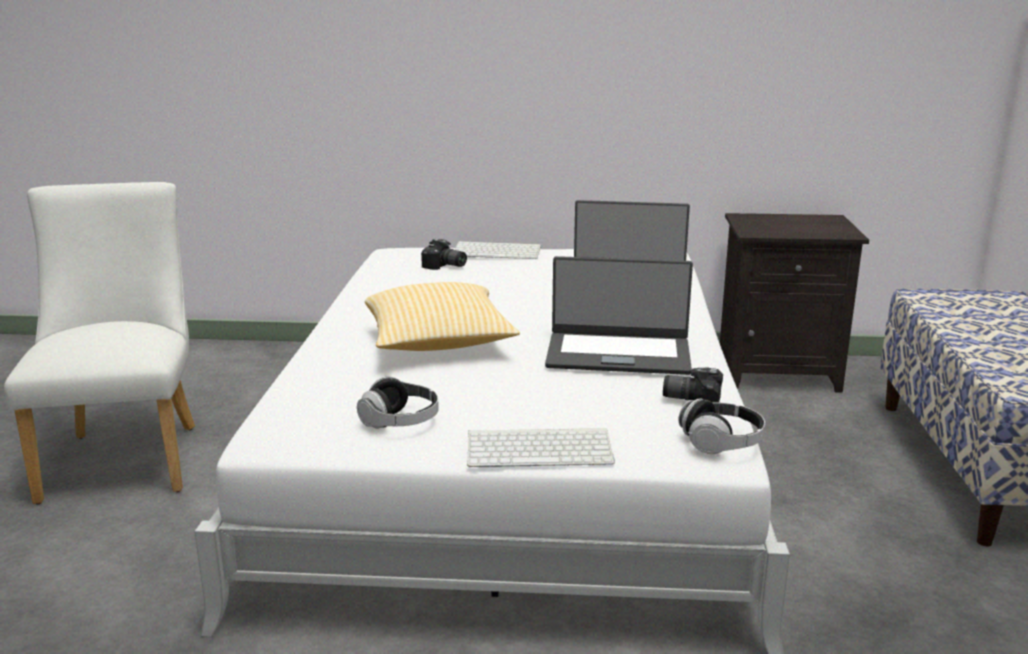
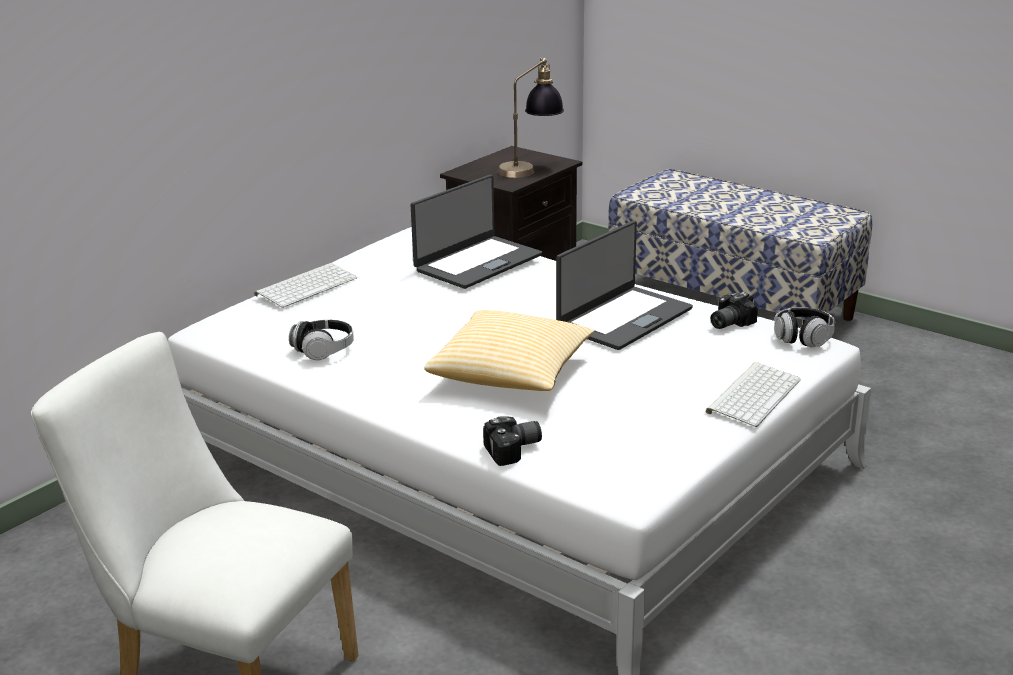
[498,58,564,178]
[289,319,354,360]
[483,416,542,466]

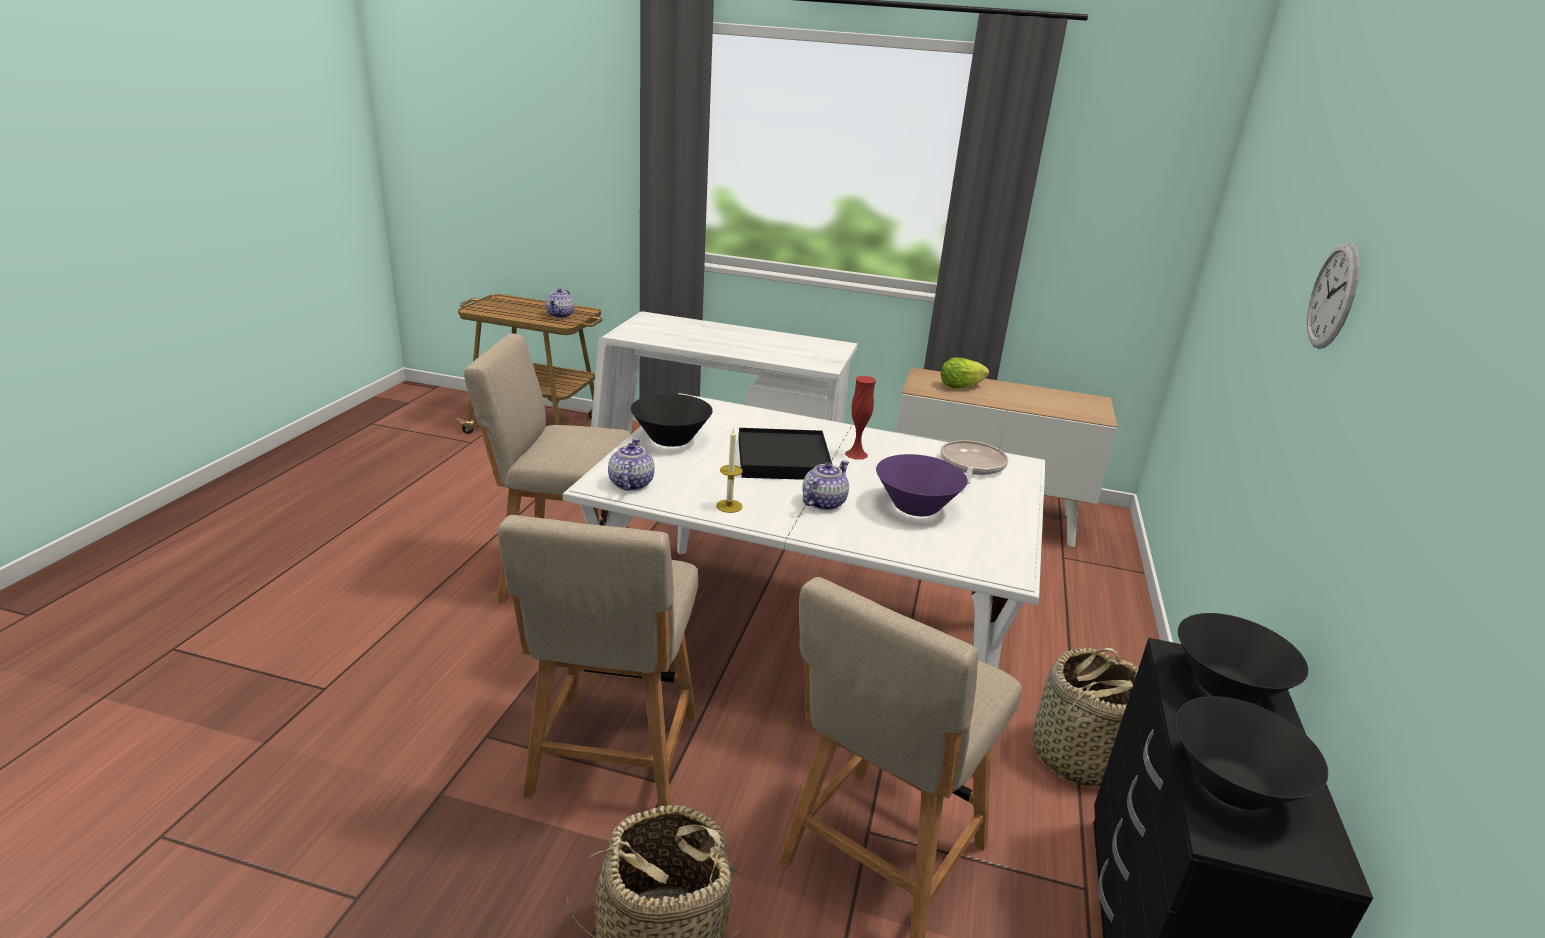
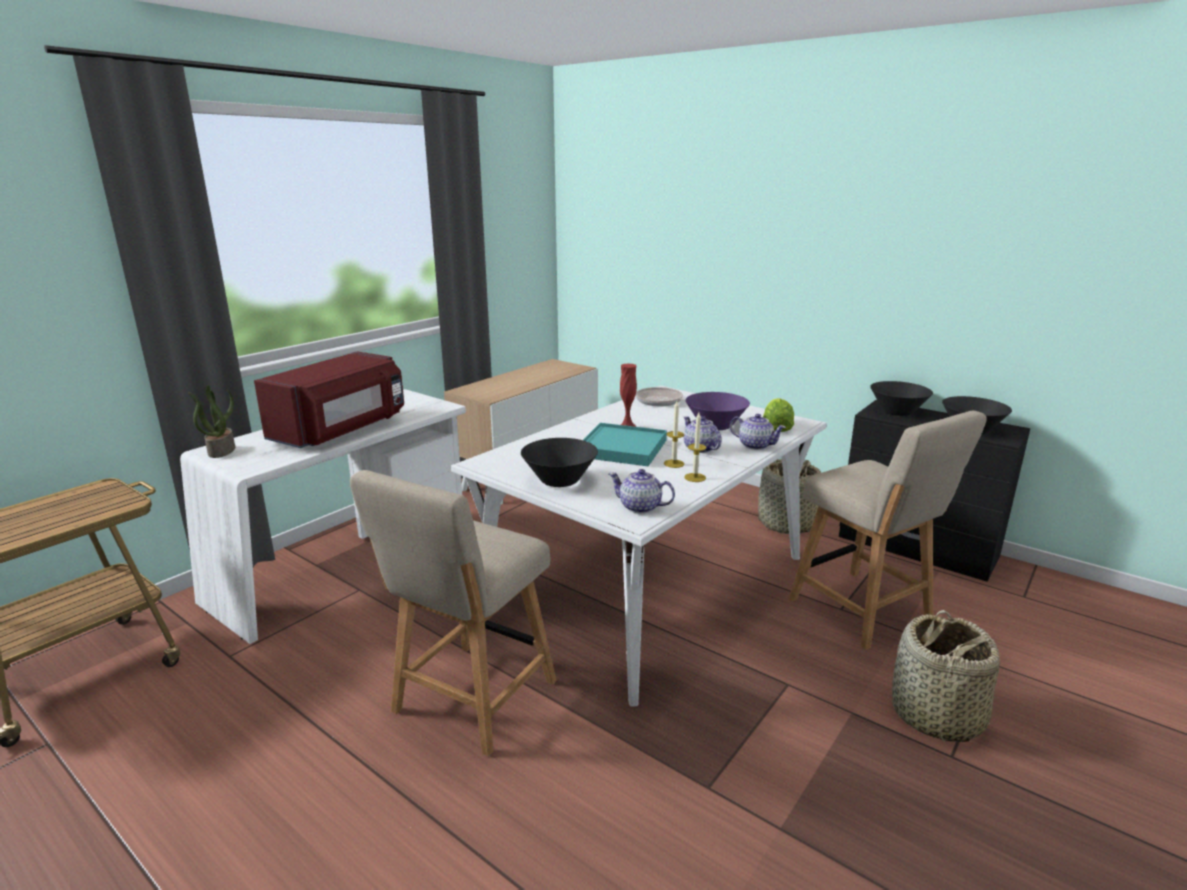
[498,515,698,807] (first image)
[1307,242,1360,349] (first image)
[188,385,235,458]
[254,351,404,448]
[664,401,684,468]
[730,414,786,450]
[763,398,794,432]
[583,423,667,466]

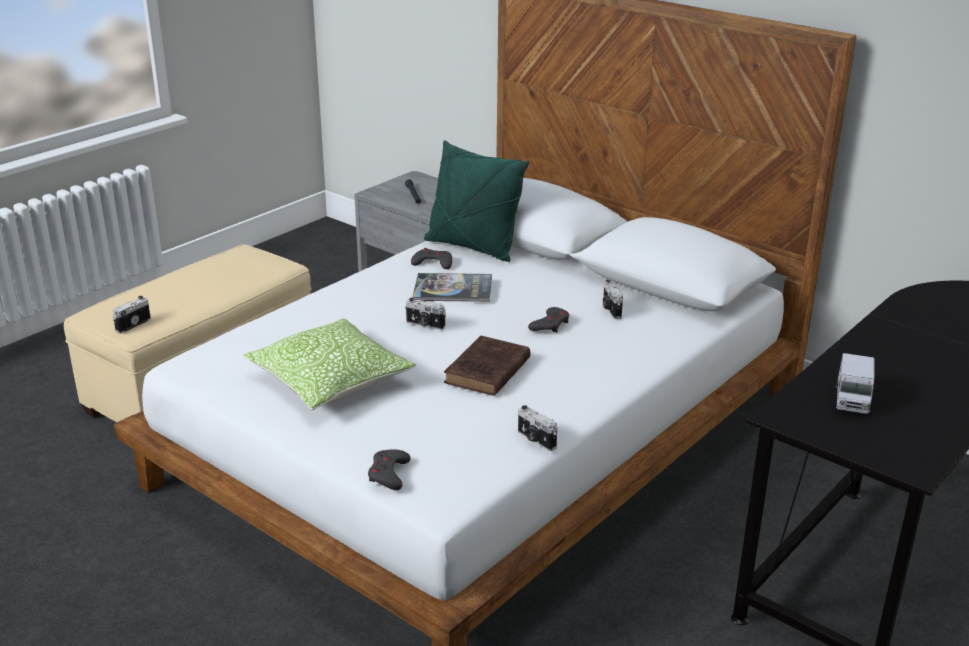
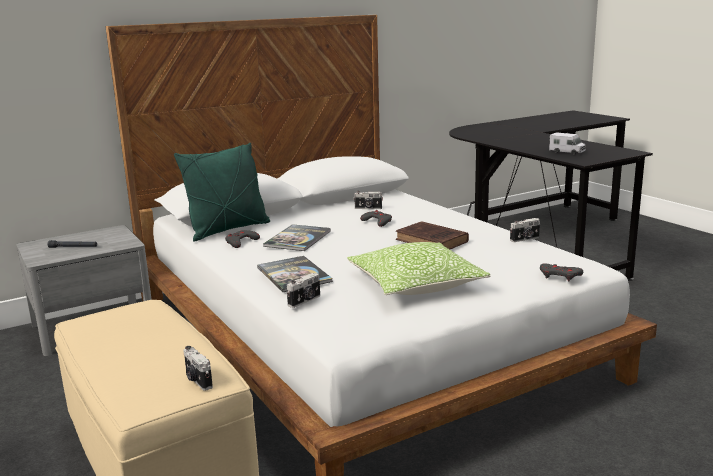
[257,256,333,292]
[287,273,320,308]

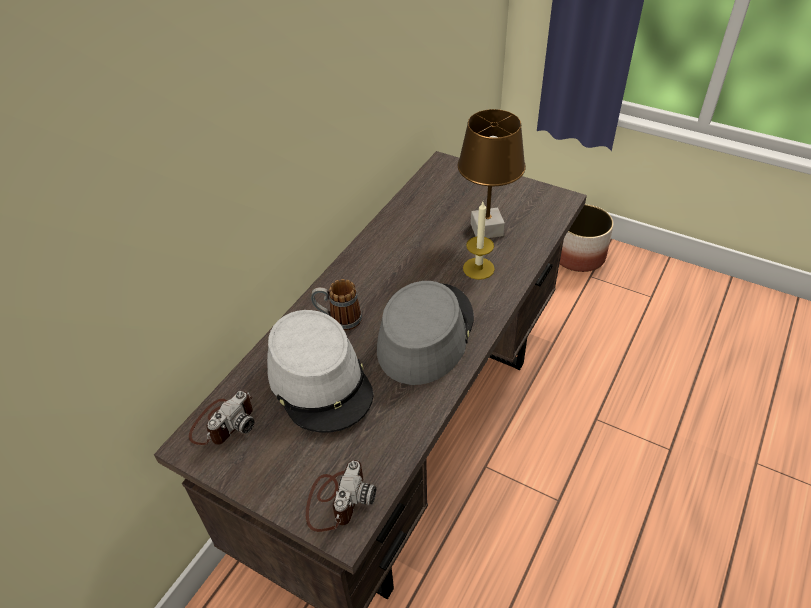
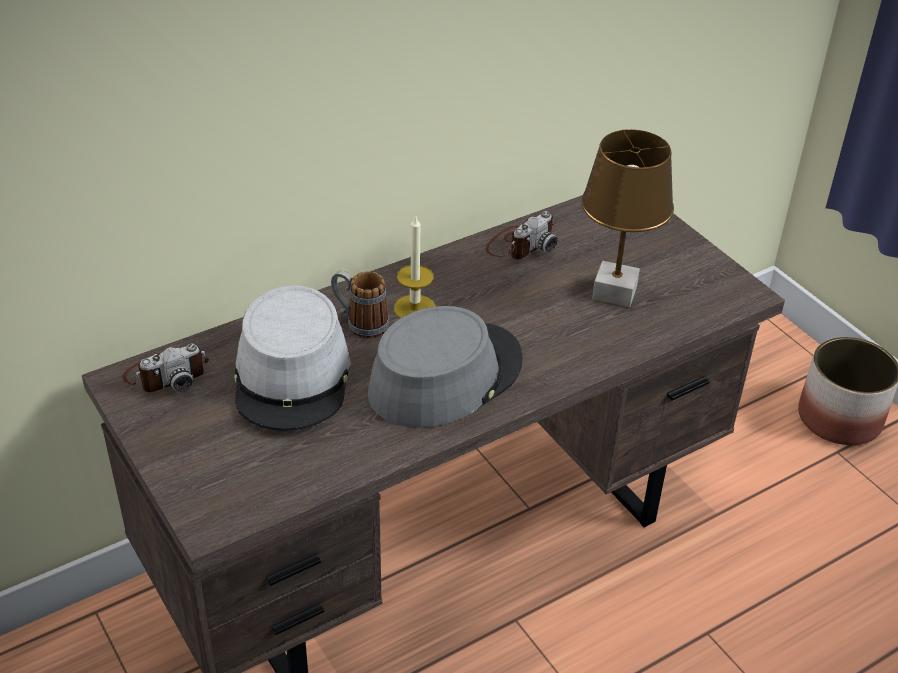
[486,211,557,259]
[394,216,436,318]

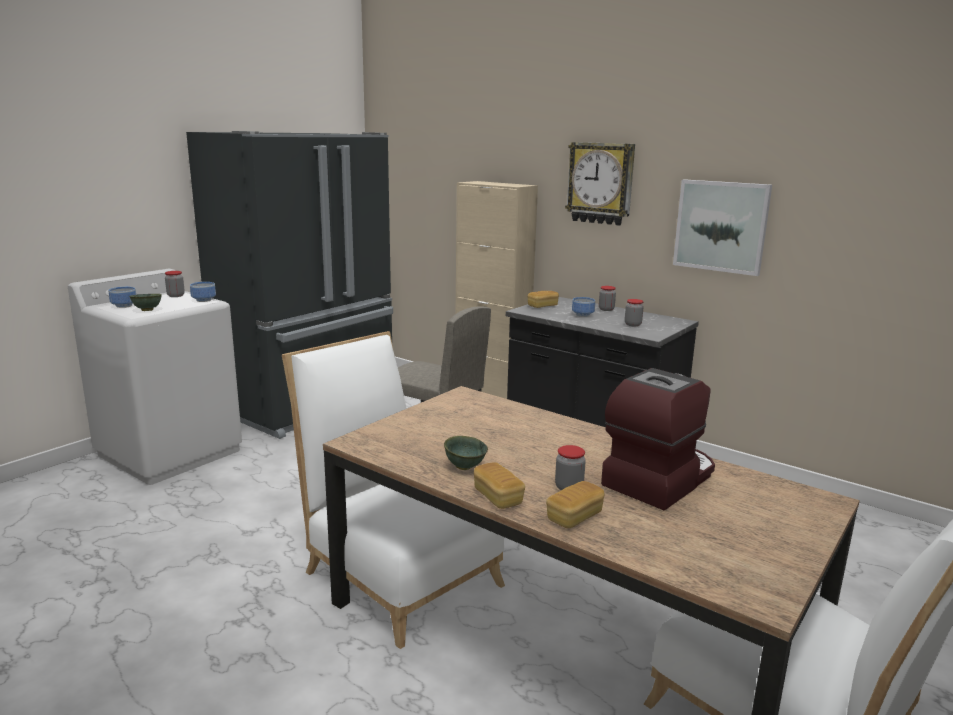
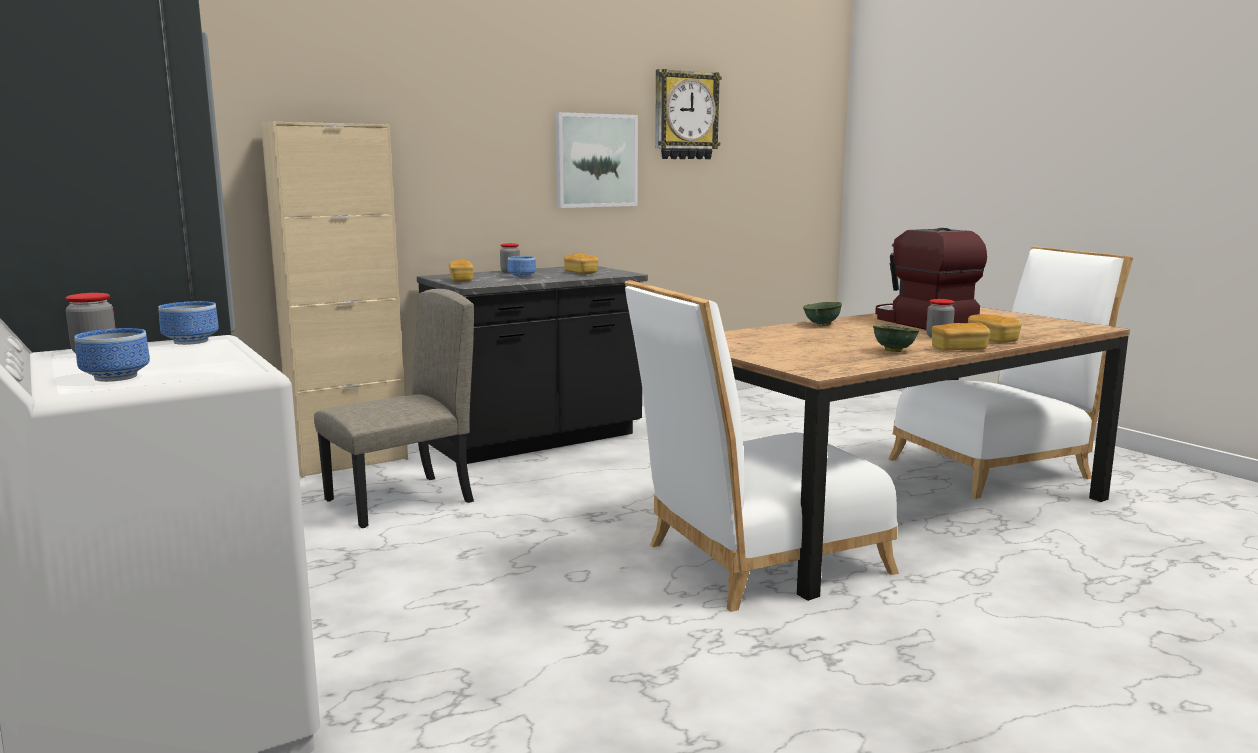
[803,302,842,326]
[655,69,722,159]
[564,254,598,274]

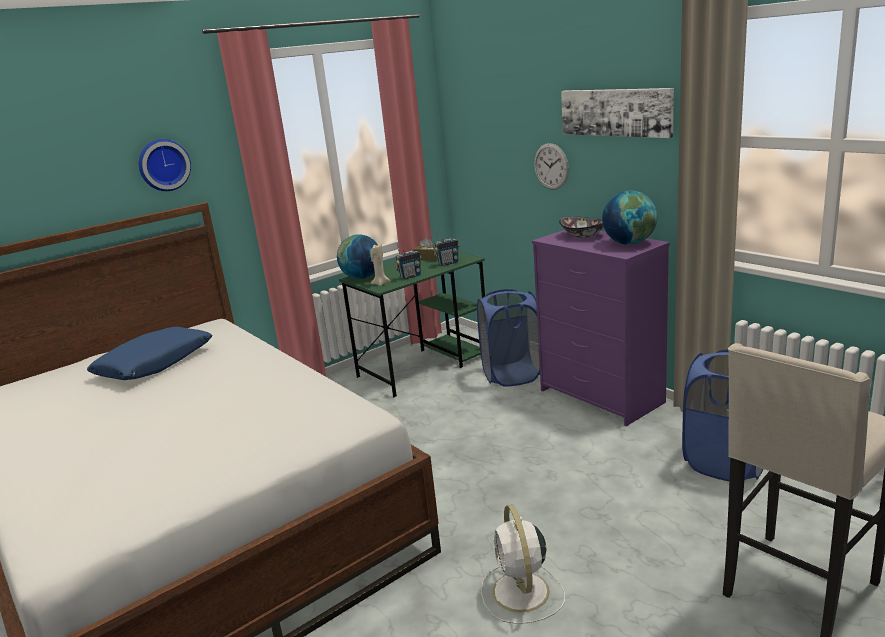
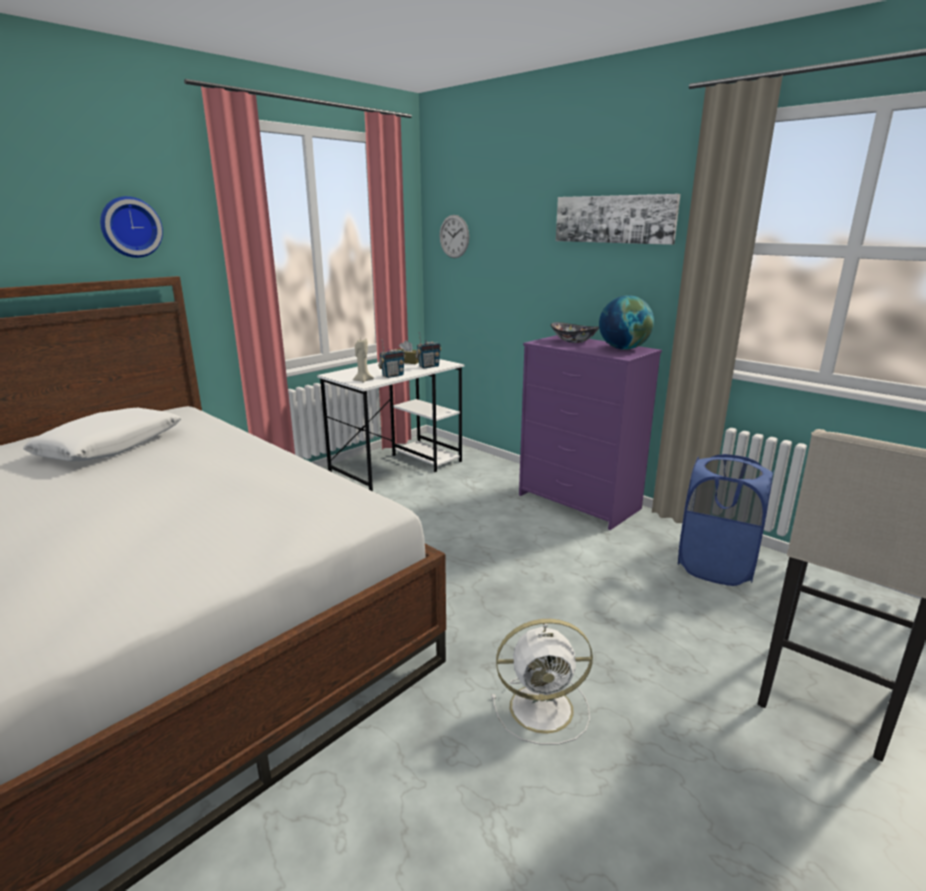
[337,234,378,279] (first image)
[477,289,540,387] (first image)
[440,215,469,258]
[23,408,182,461]
[317,359,464,491]
[491,619,593,745]

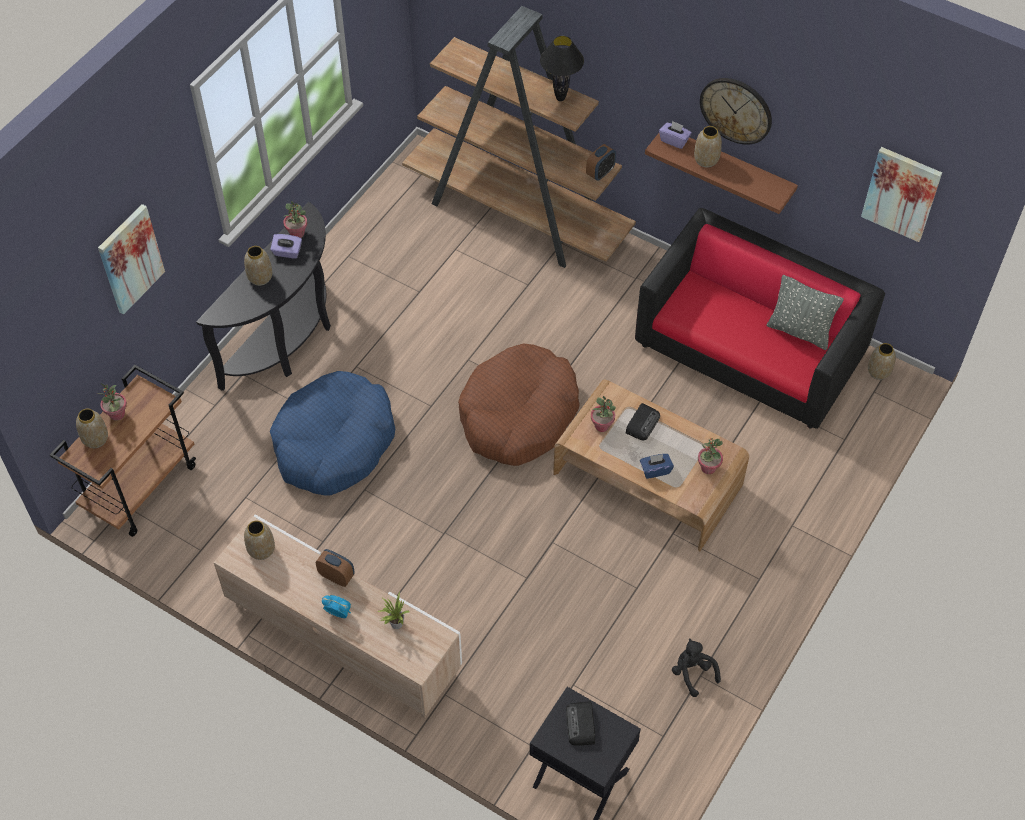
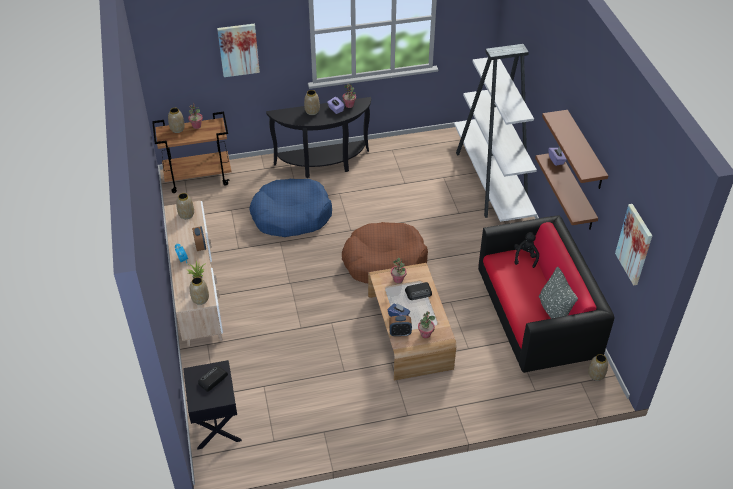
[540,36,584,101] (first image)
[389,316,412,337]
[514,232,539,268]
[190,277,209,305]
[542,110,608,189]
[454,44,537,222]

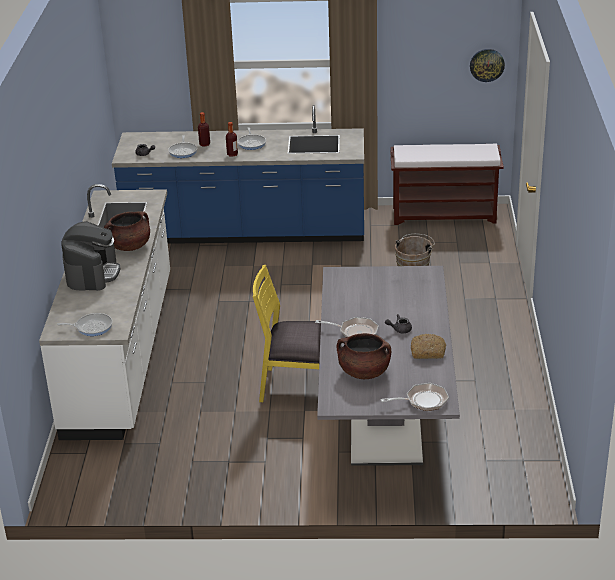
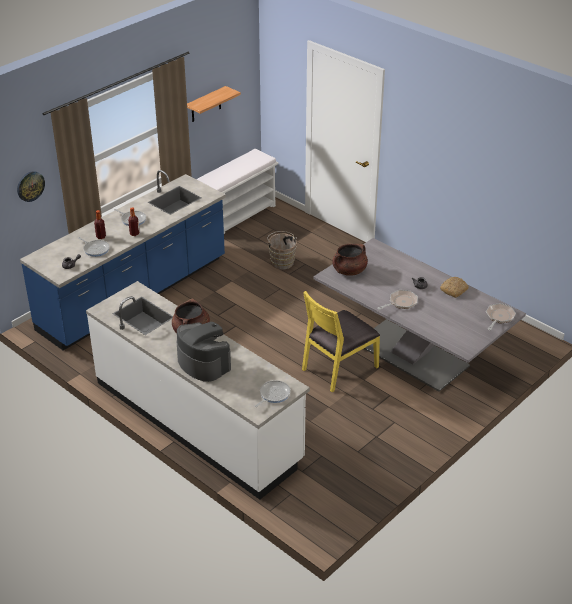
[187,86,241,122]
[332,244,368,276]
[17,171,45,202]
[197,149,279,234]

